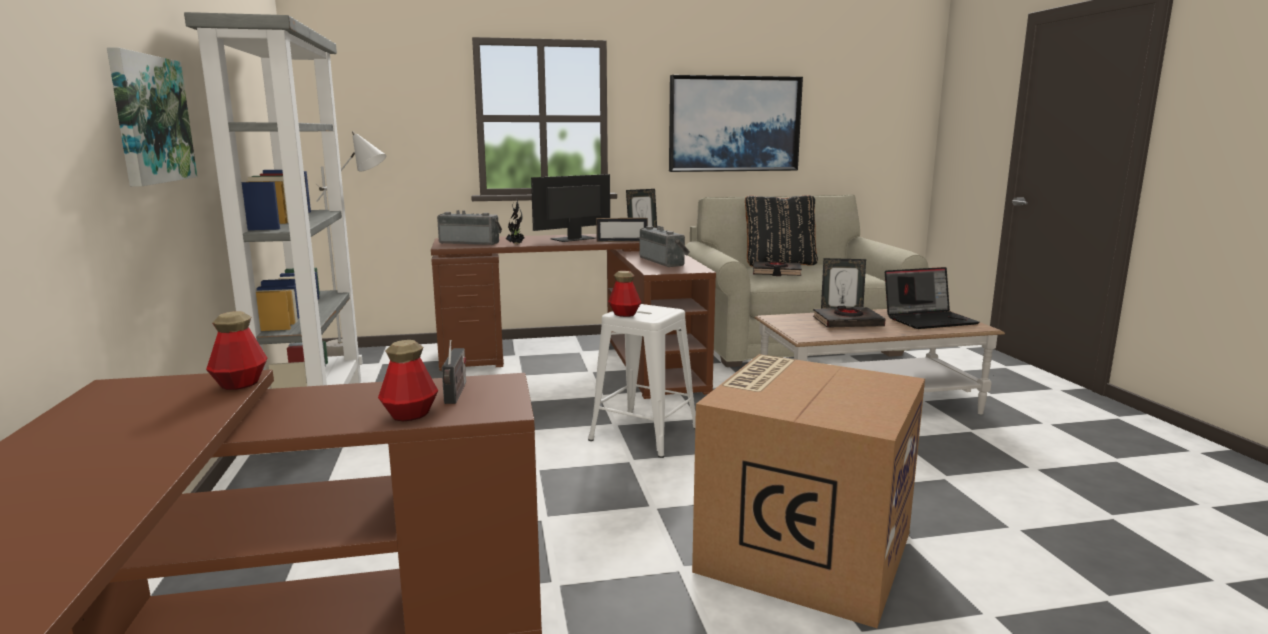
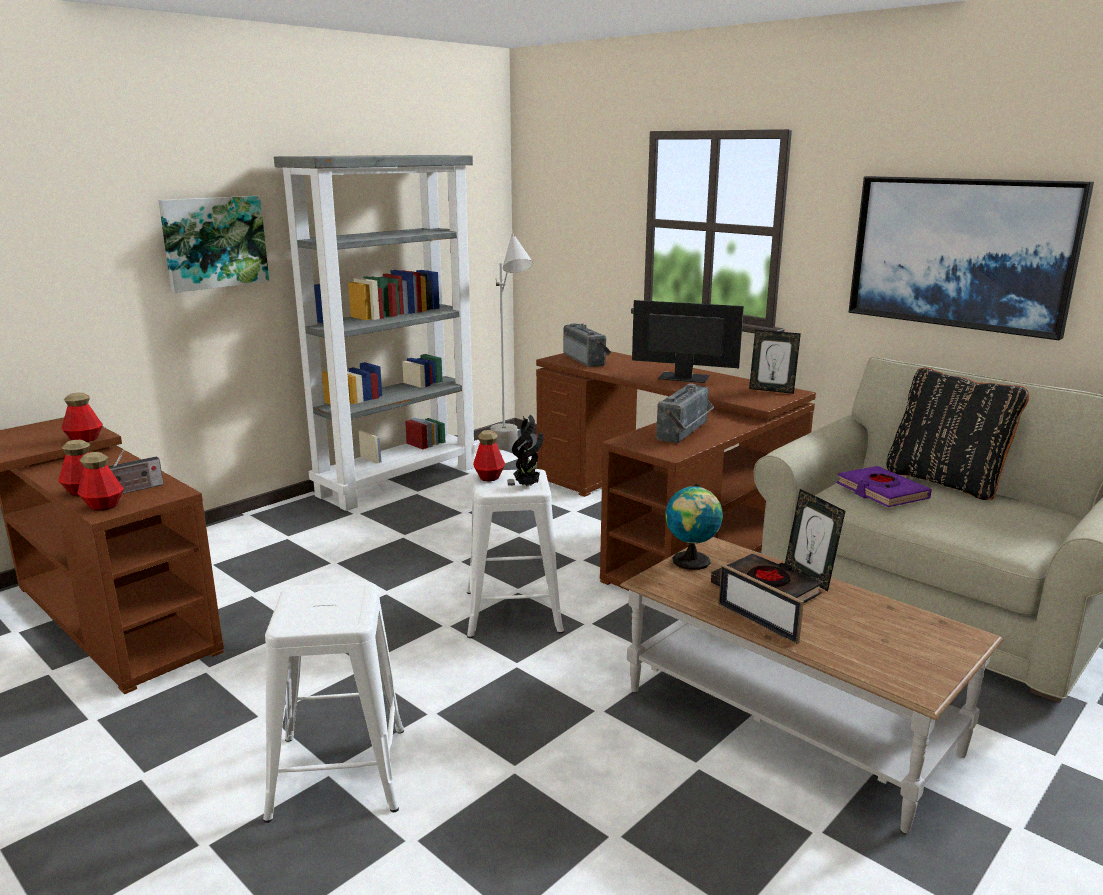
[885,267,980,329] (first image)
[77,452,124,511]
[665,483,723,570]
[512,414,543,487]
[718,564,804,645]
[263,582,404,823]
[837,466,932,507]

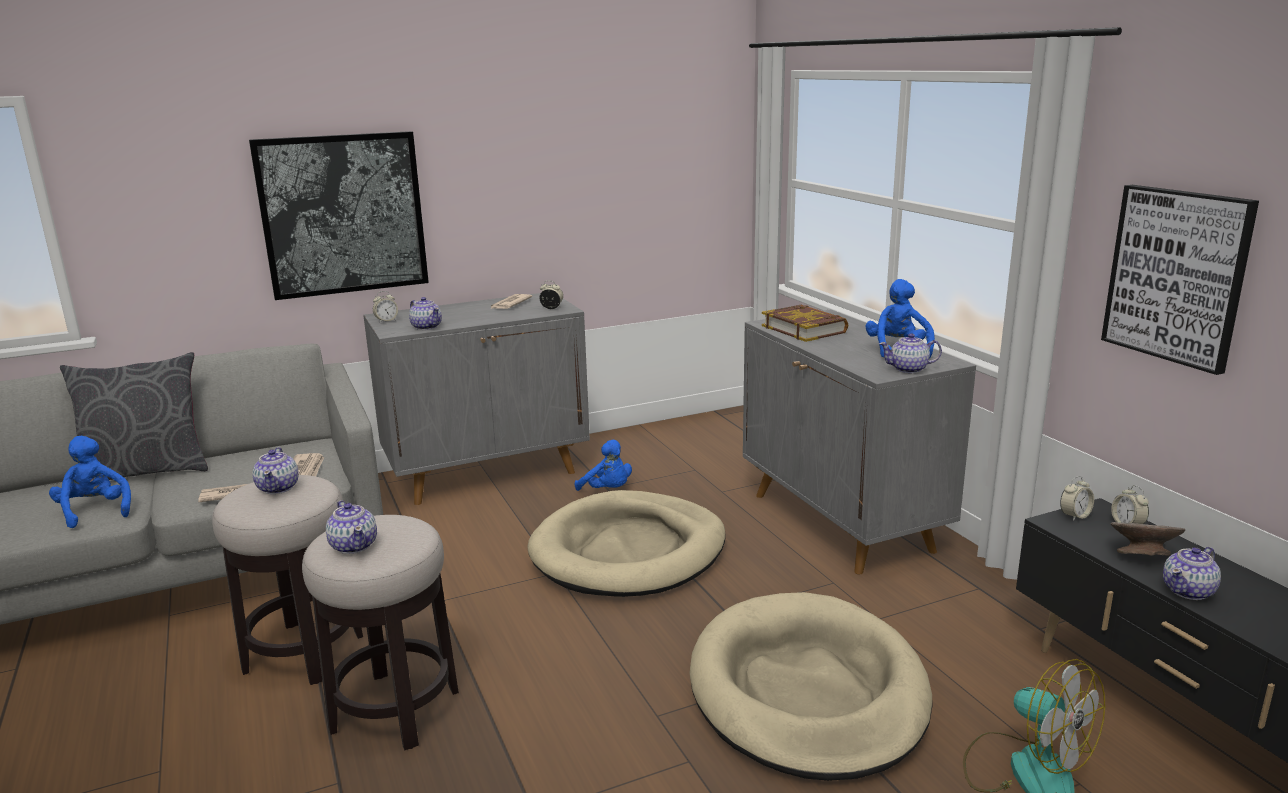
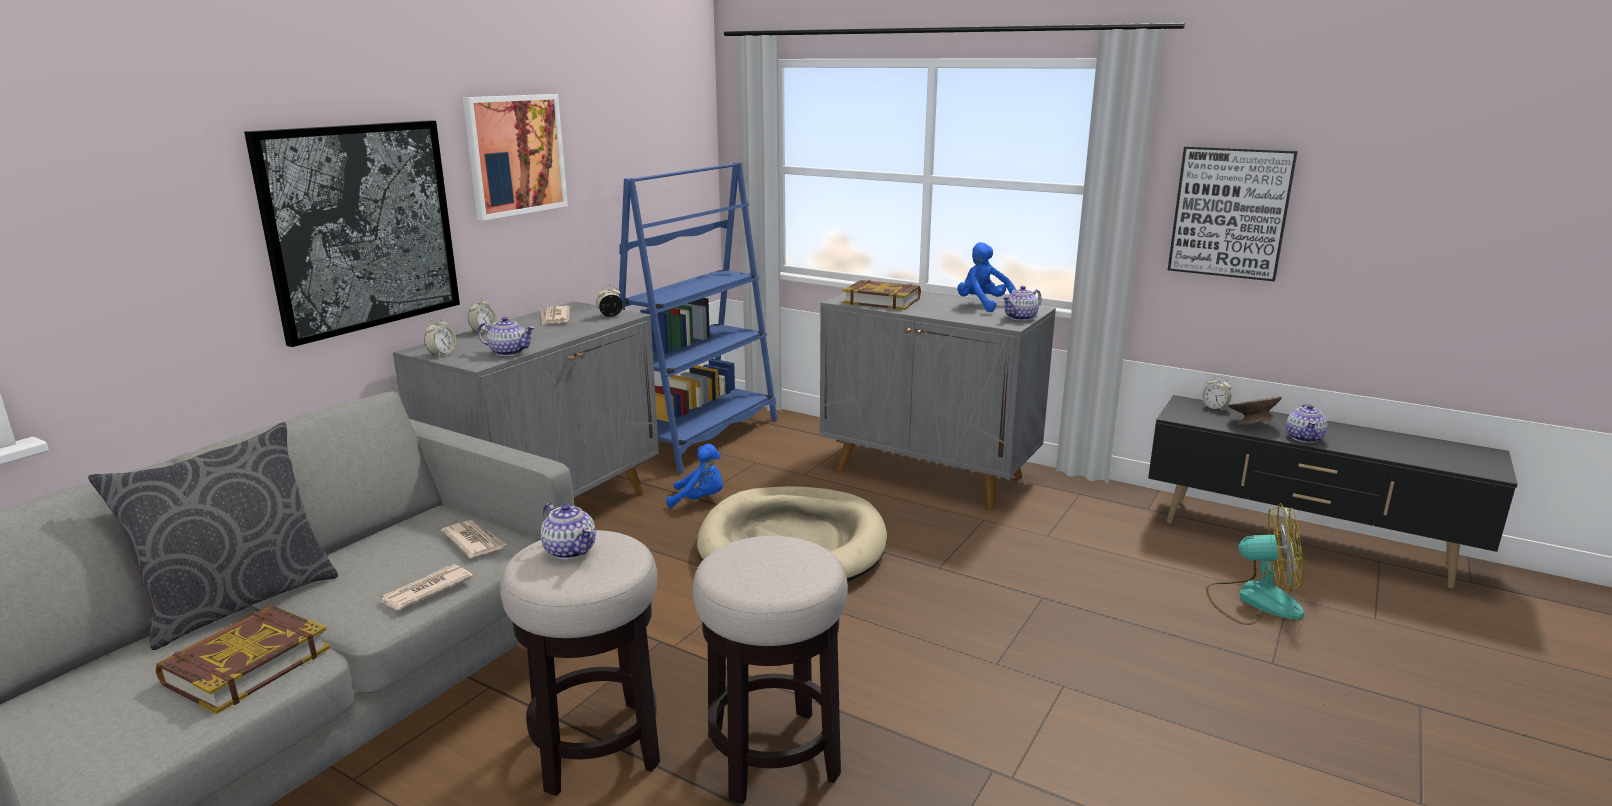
[326,500,377,554] (first image)
[689,592,933,781] (first image)
[463,94,568,221]
[619,162,777,473]
[468,297,497,334]
[156,605,330,714]

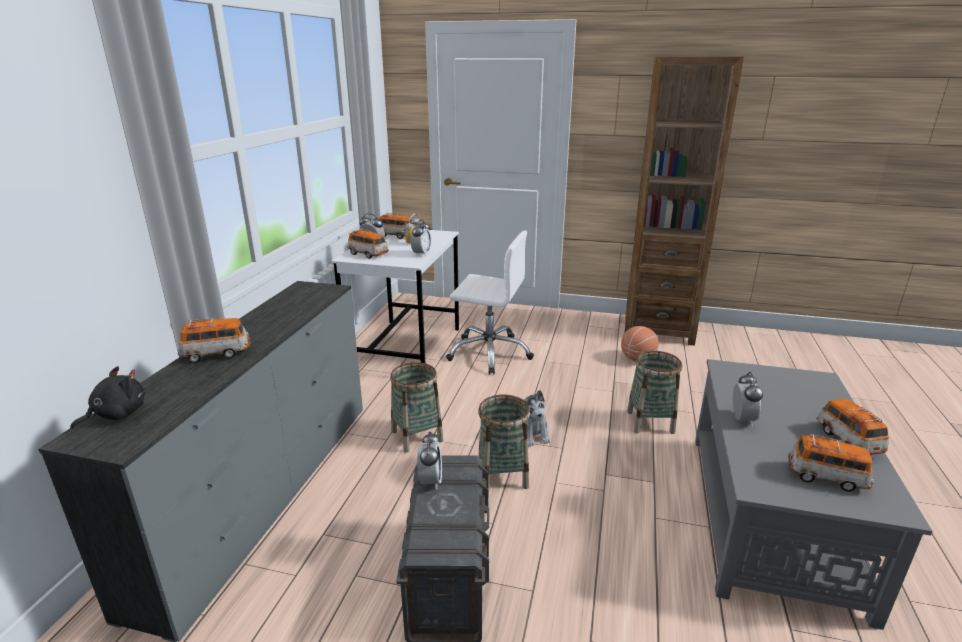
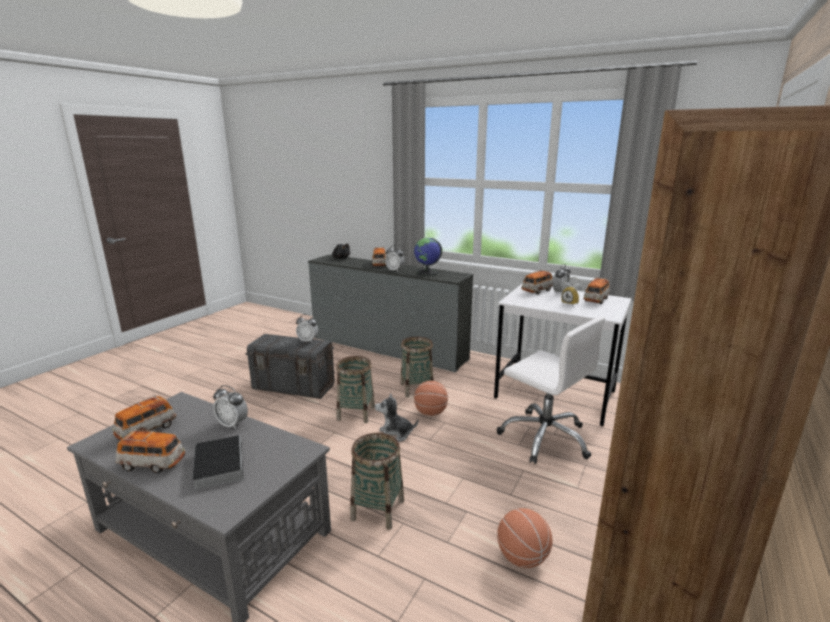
[192,435,244,490]
[414,238,442,276]
[414,381,448,416]
[385,245,405,272]
[497,317,605,464]

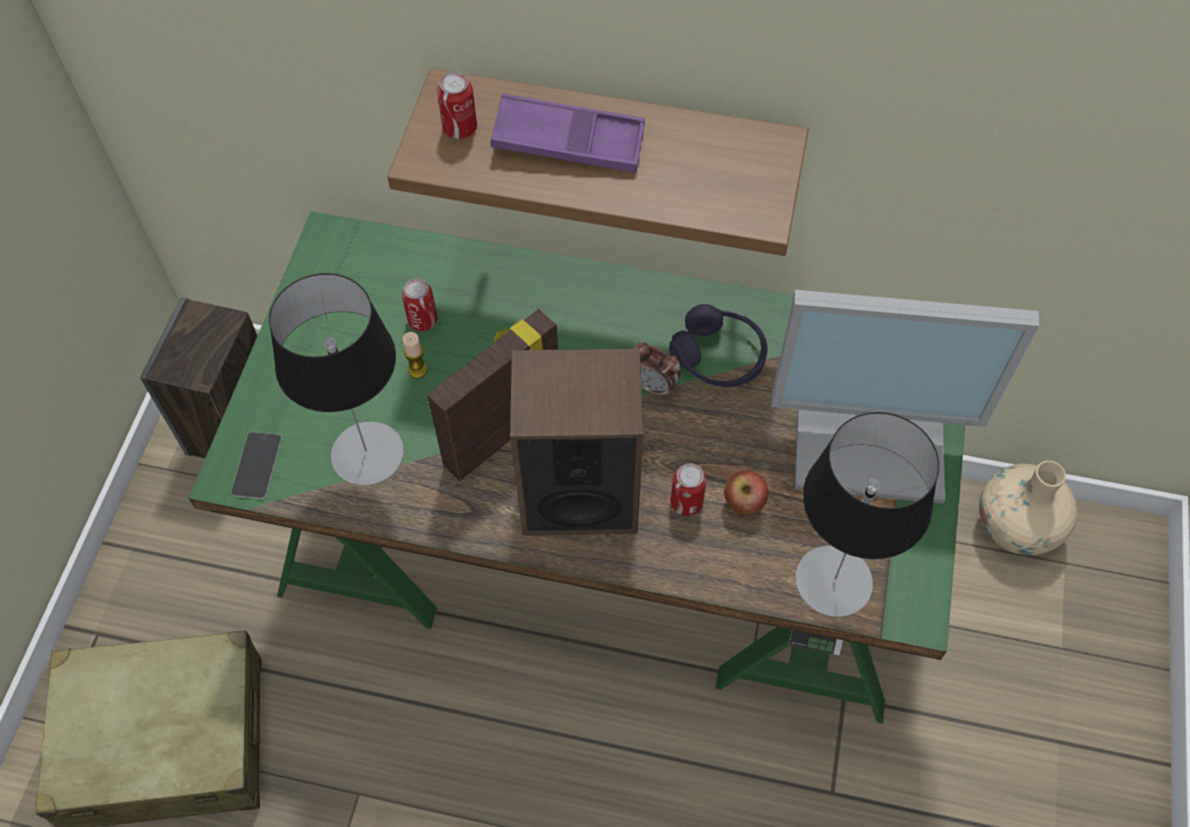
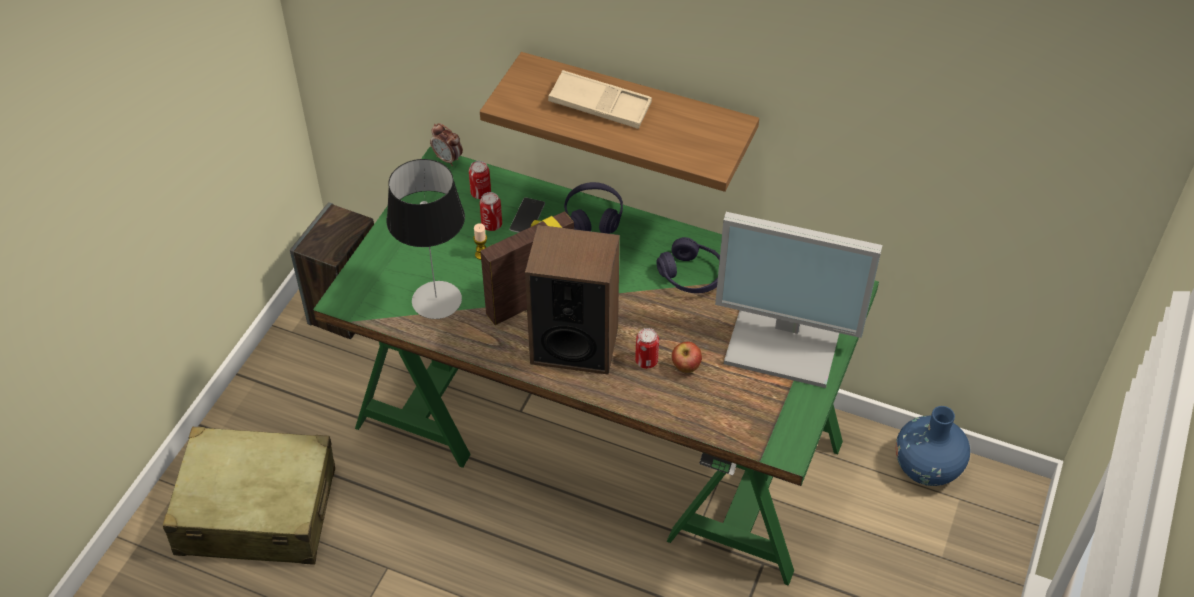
[796,412,939,617] (first image)
[564,182,623,234]
[510,198,545,233]
[469,161,491,199]
[430,123,463,166]
[548,70,652,129]
[896,406,970,486]

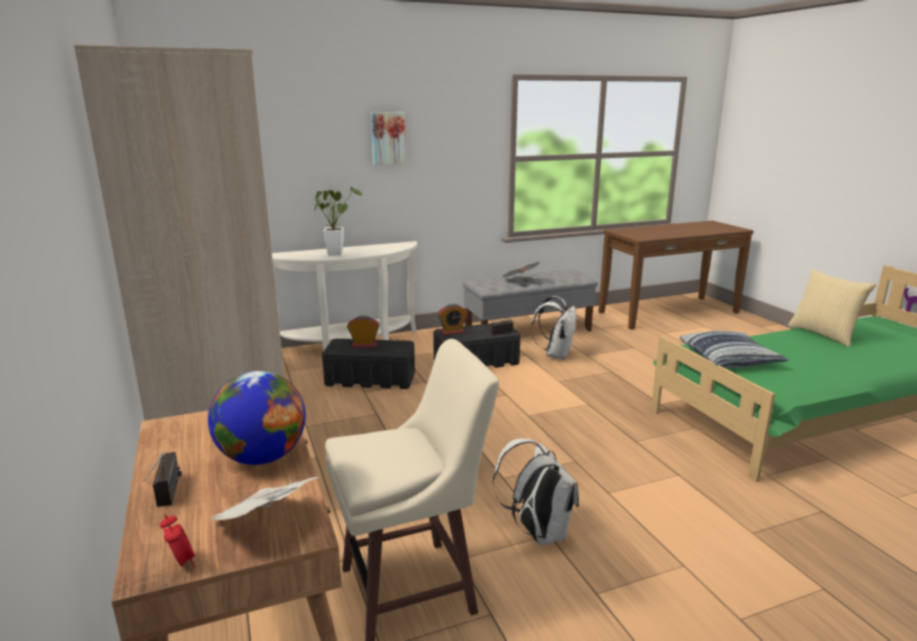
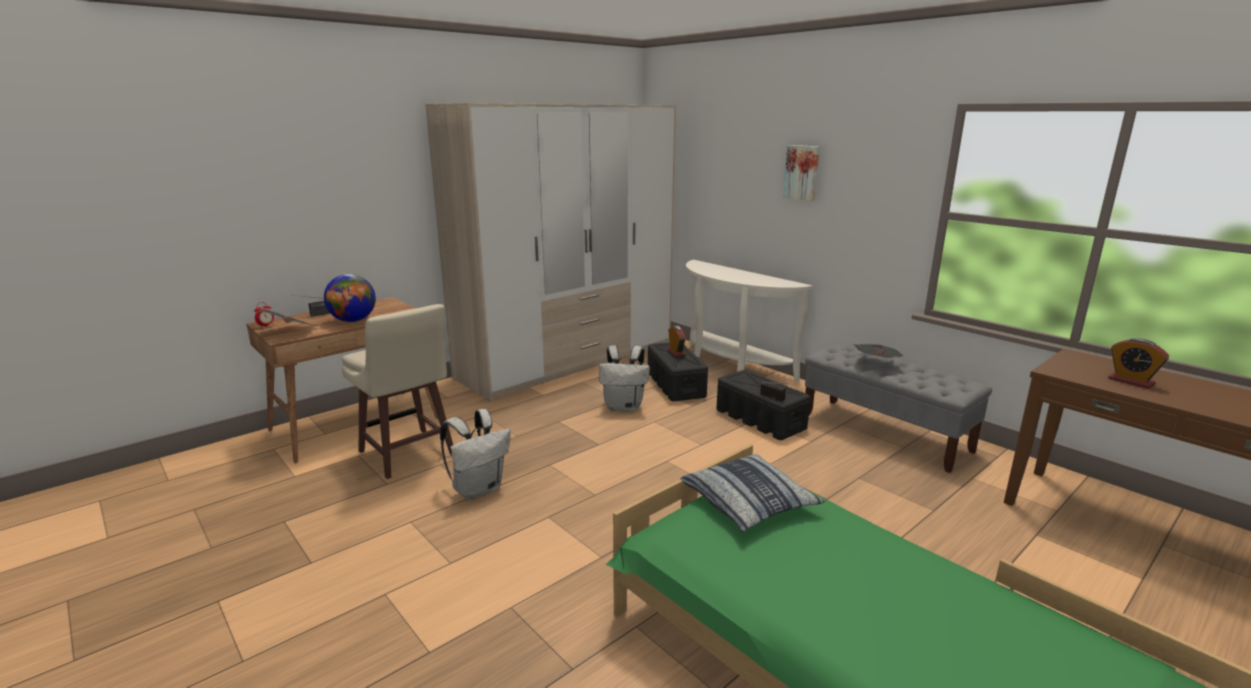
[314,187,363,256] (first image)
[788,269,876,347] (first image)
[1108,338,1169,389]
[599,345,650,411]

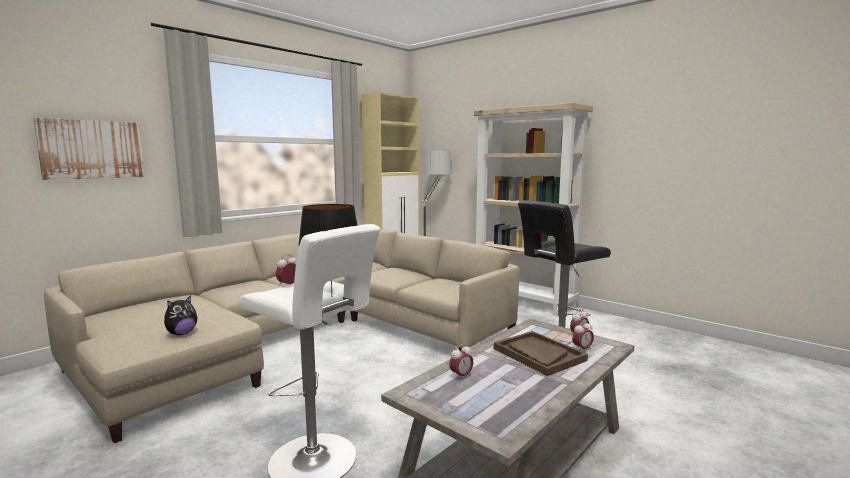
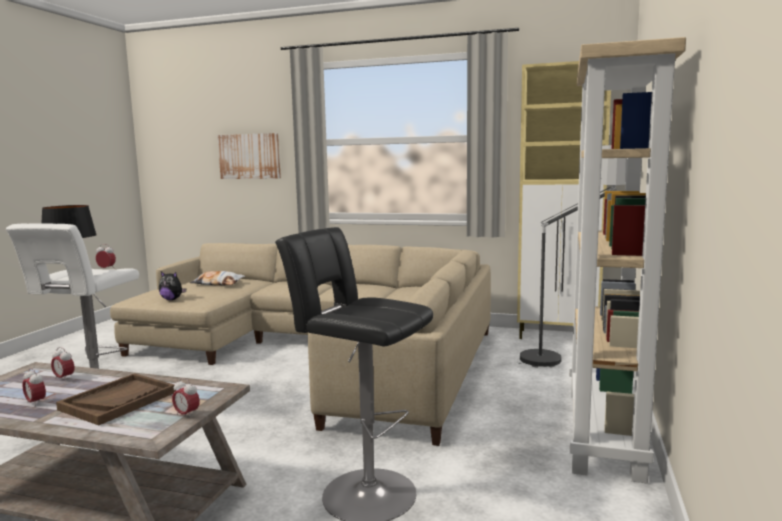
[190,271,245,286]
[22,368,46,407]

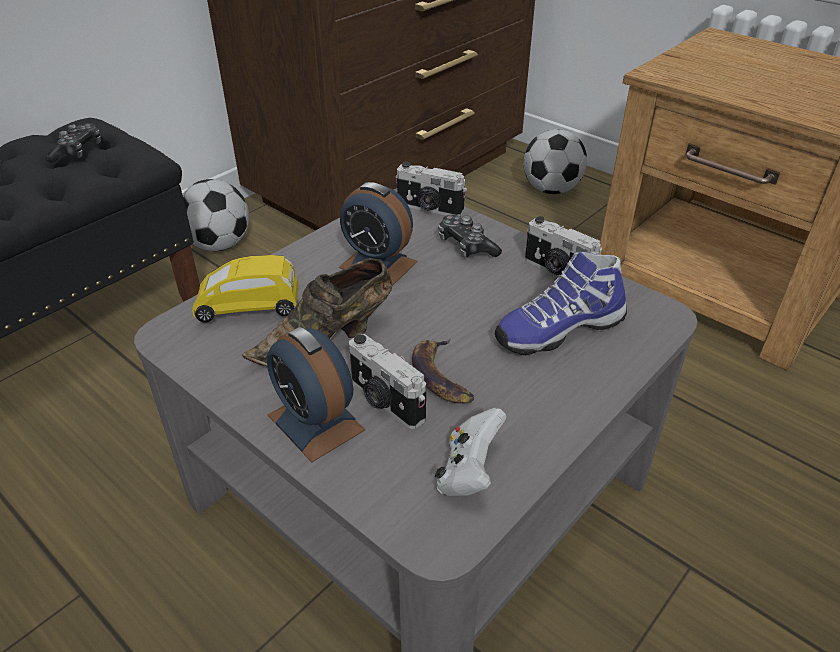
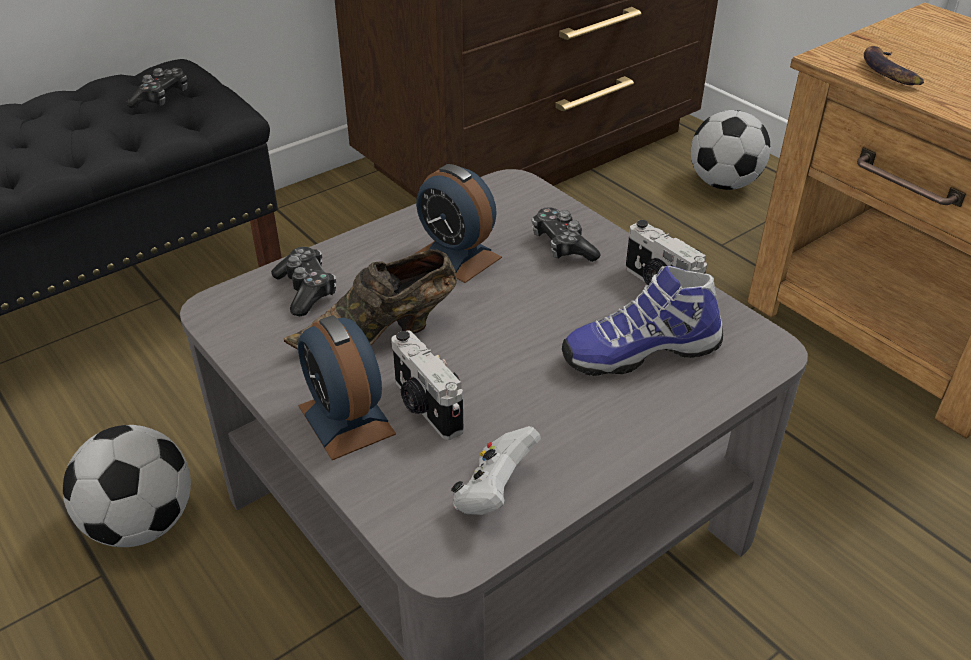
[396,162,467,217] (first image)
[63,425,191,547]
[864,46,924,85]
[271,247,336,317]

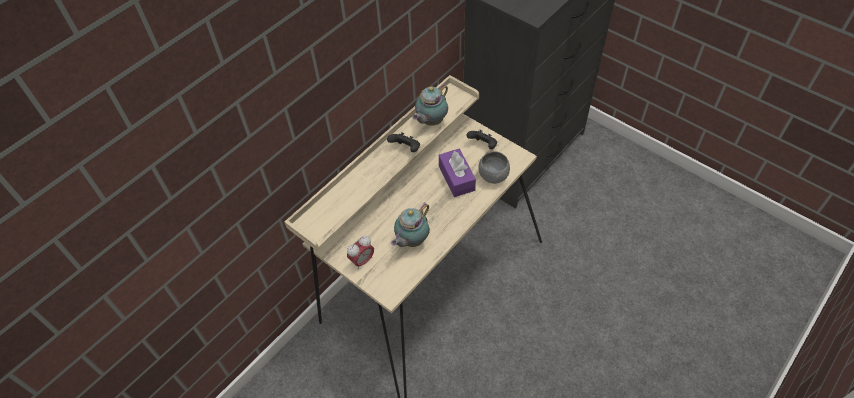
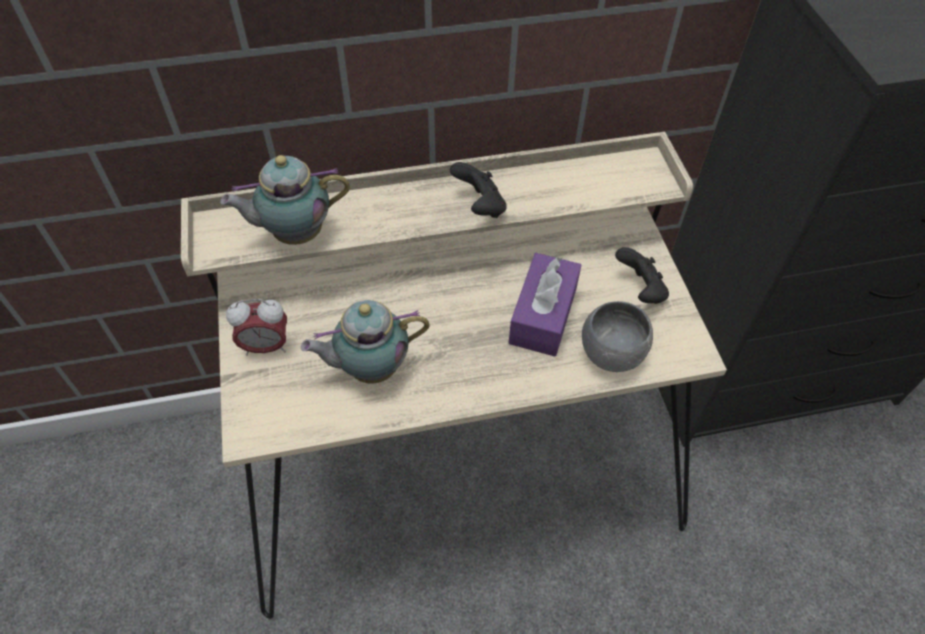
[220,155,350,245]

